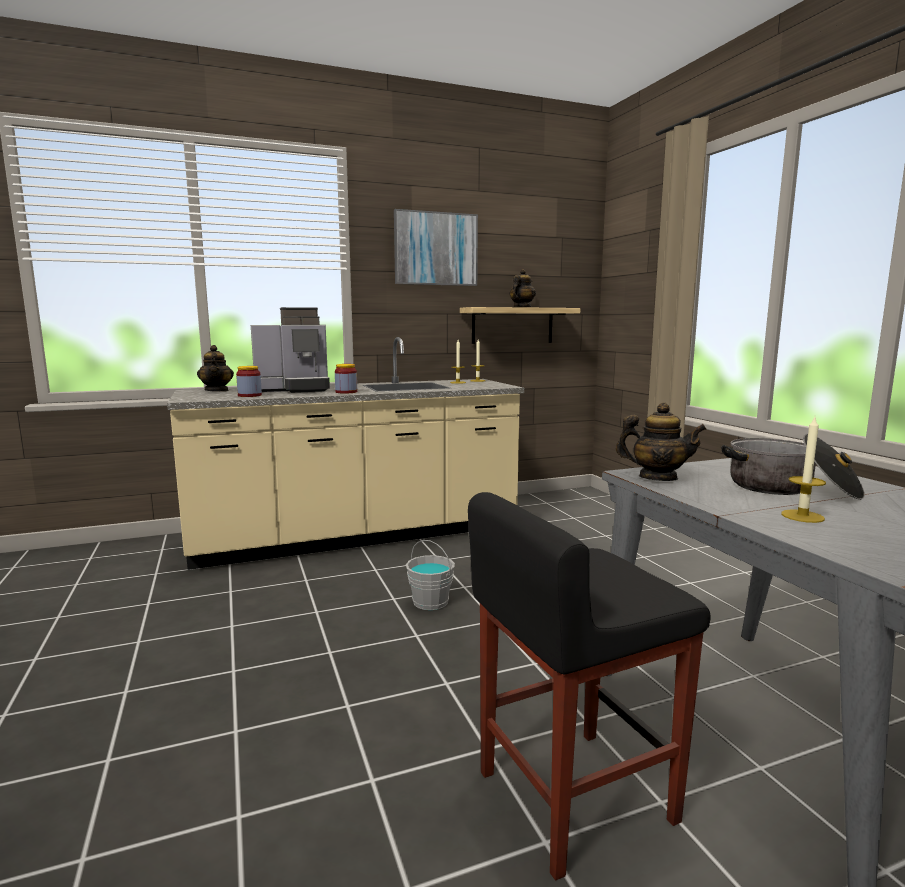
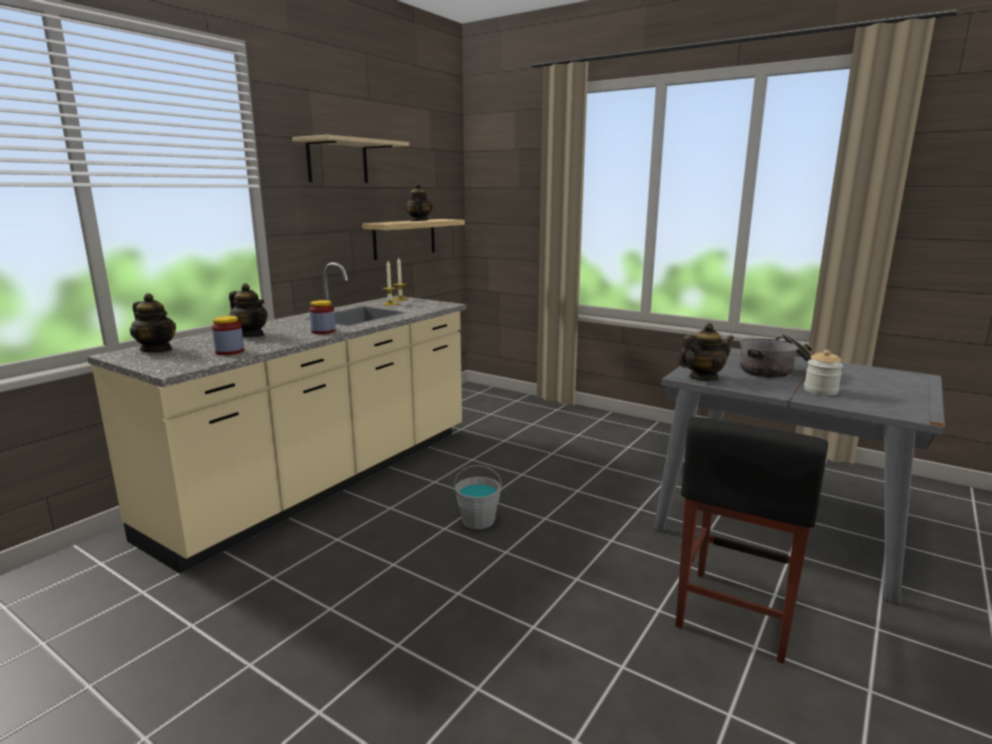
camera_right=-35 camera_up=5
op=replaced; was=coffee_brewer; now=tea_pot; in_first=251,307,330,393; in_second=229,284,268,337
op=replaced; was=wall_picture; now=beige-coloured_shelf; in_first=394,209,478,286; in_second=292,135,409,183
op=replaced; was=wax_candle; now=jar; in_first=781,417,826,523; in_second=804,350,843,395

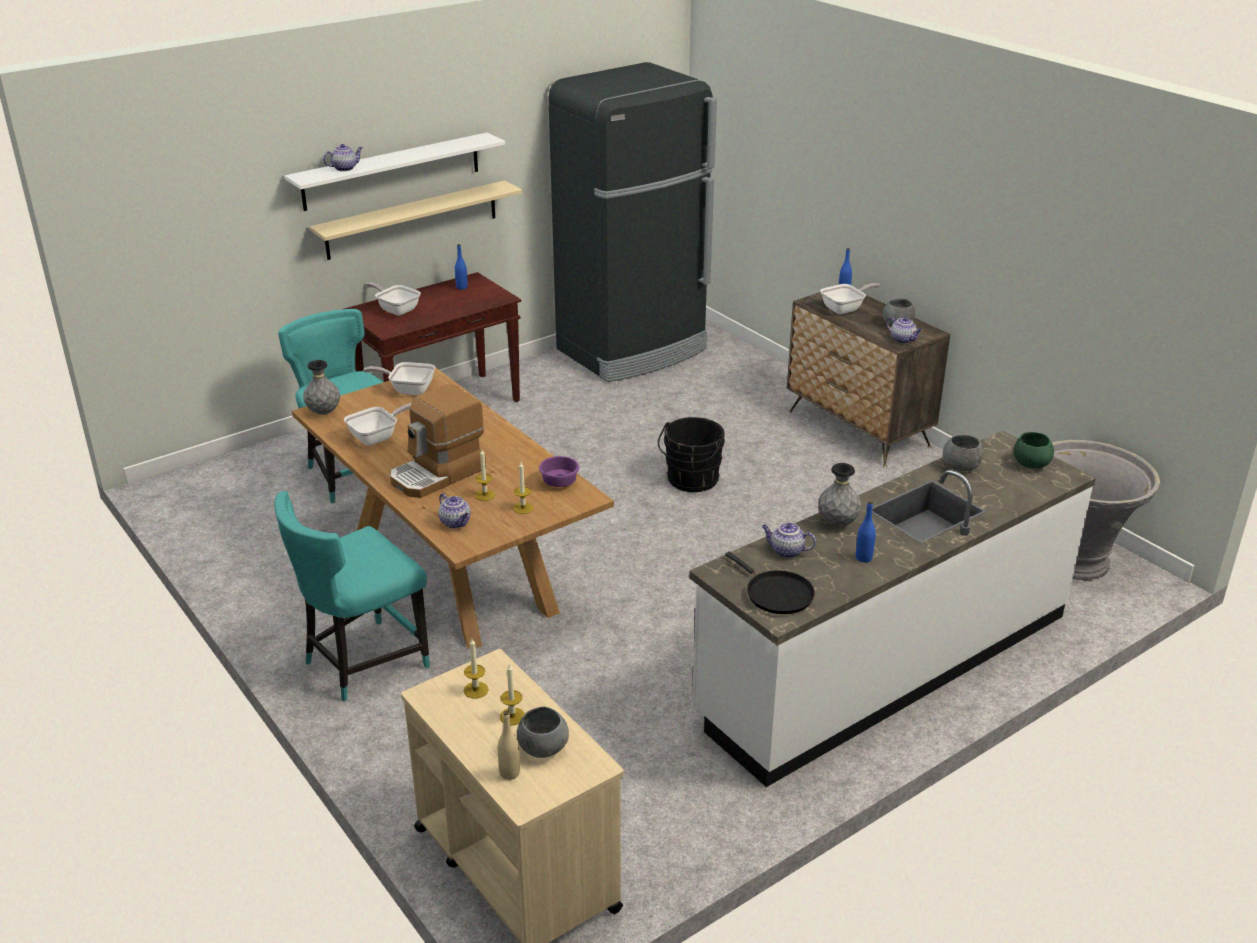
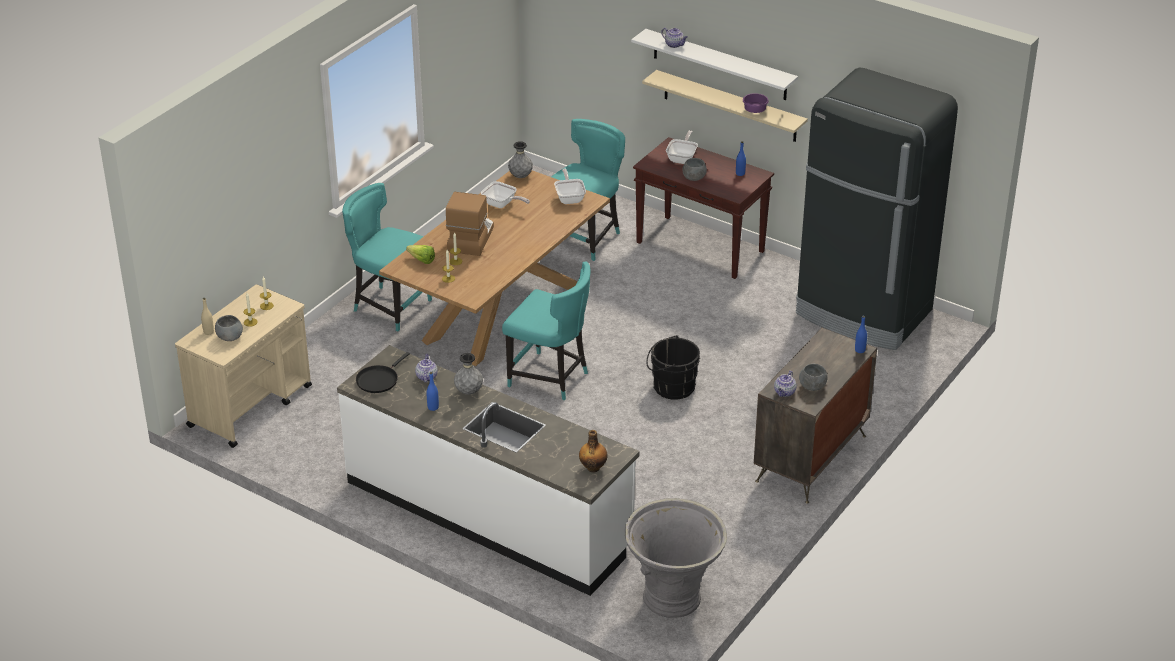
camera_right=70 camera_up=5
op=removed; was=frying_pan; in_first=820,283,881,315
op=added; now=turquoise-coloured_upright_chair; in_second=502,261,591,400
op=moved; was=purplish_serving_bowl; in_first=539,456,579,487; in_second=743,93,769,113
op=moved; was=greyish_serving_bowl; in_first=943,434,983,471; in_second=683,158,707,181
op=replaced; was=tea_pot; now=lettuce_head; in_first=439,493,471,528; in_second=406,245,435,264
op=replaced; was=greenish_serving_bowl; now=bottle; in_first=1013,432,1054,469; in_second=579,430,607,473
op=turned; was=coffee_brewer; in_first=390,384,486,498; in_second=446,192,494,256; clockwise=75

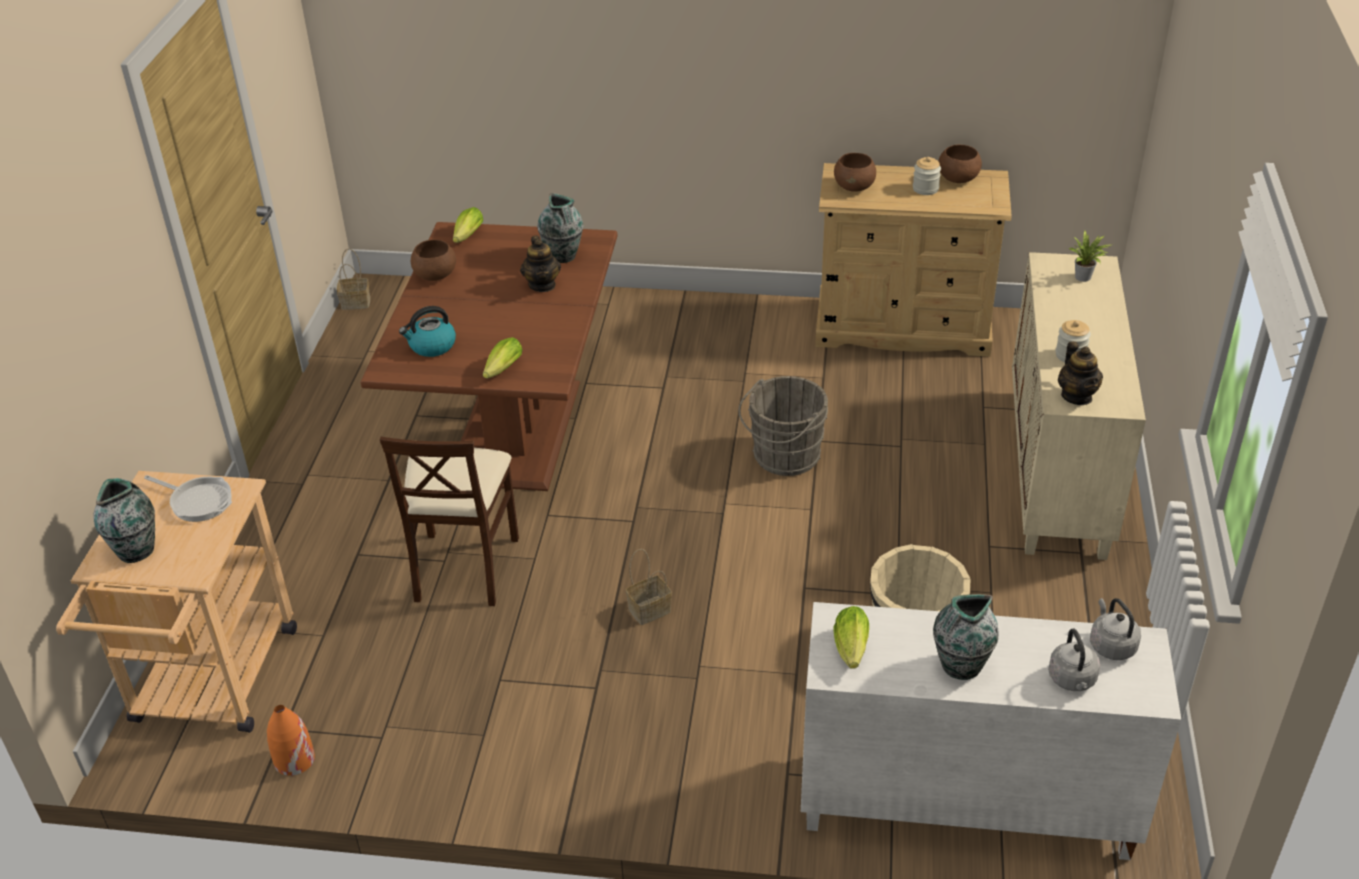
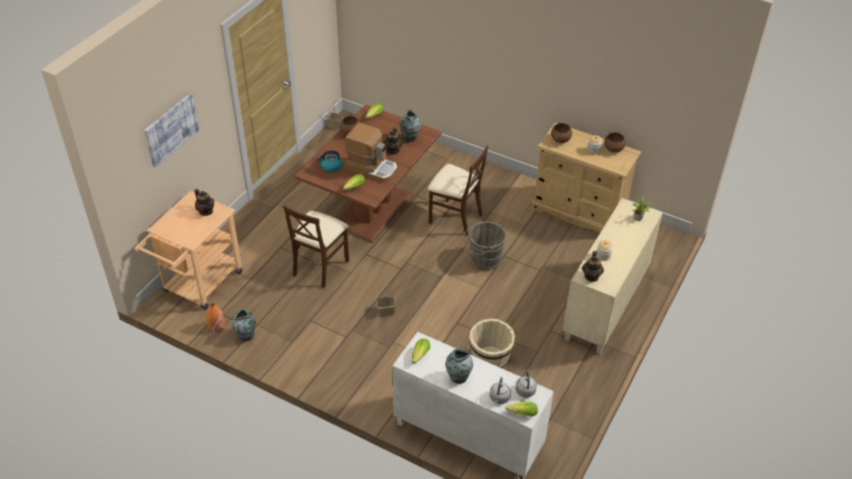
camera_right=20 camera_up=5
op=added; now=wall_picture; in_second=144,93,199,167
op=added; now=coffee_brewer; in_second=345,123,397,182
op=added; now=beige-coloured_upright_chair; in_second=428,146,488,236
op=added; now=lettuce_head; in_second=505,402,538,417
op=moved; was=decorative_vase; in_first=93,478,155,563; in_second=232,308,256,342
op=replaced; was=frying_pan; now=tea_pot; in_first=144,475,232,522; in_second=195,189,214,216

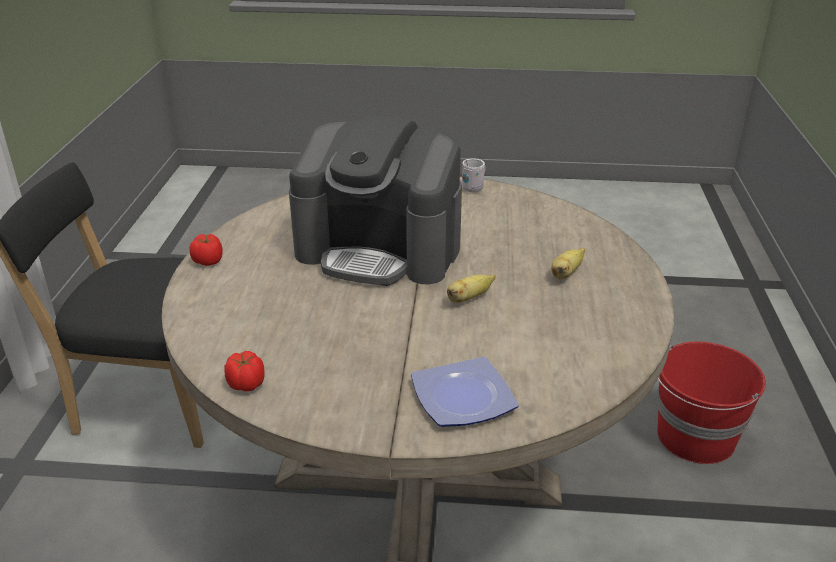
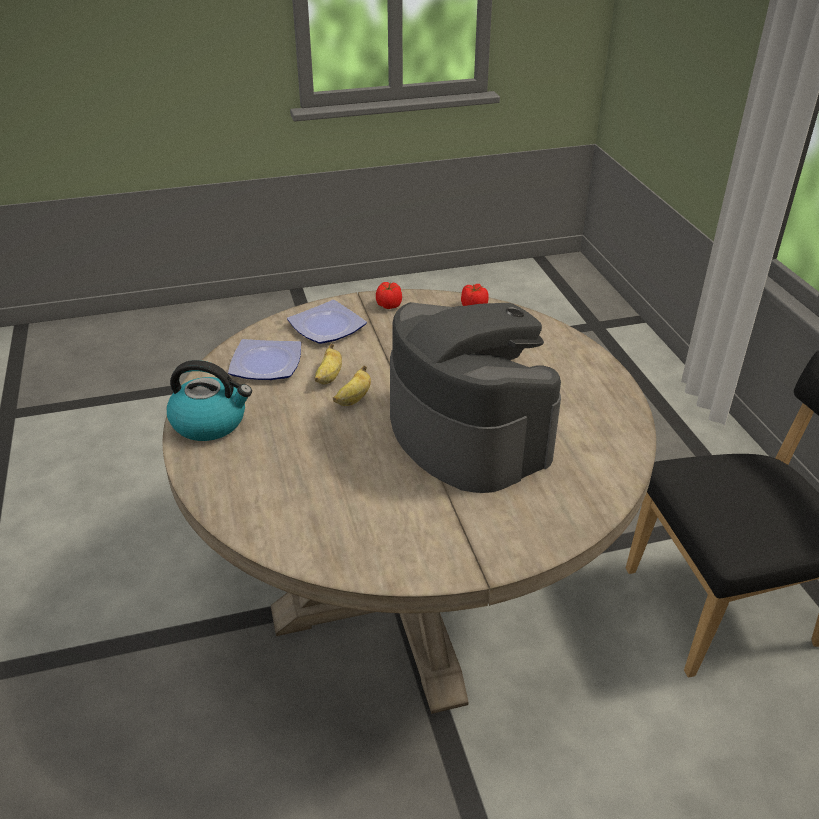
camera_right=160 camera_up=5
op=removed; was=whitish_mug; in_first=462,158,486,192
op=removed; was=red-coloured_water_bucket; in_first=657,342,766,464
op=added; now=water_kettle; in_second=166,360,252,441
op=added; now=dinner_plate; in_second=228,339,301,380
op=moved; was=tomato; in_first=190,234,223,266; in_second=376,282,402,309
op=moved; was=banana; in_first=551,248,585,279; in_second=314,344,342,384
op=turned; was=coffee_brewer; in_first=289,115,462,286; in_second=390,302,561,493; clockwise=60

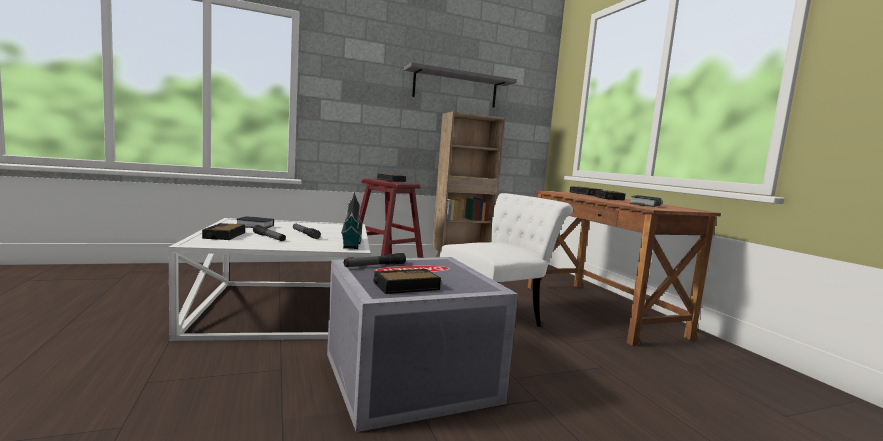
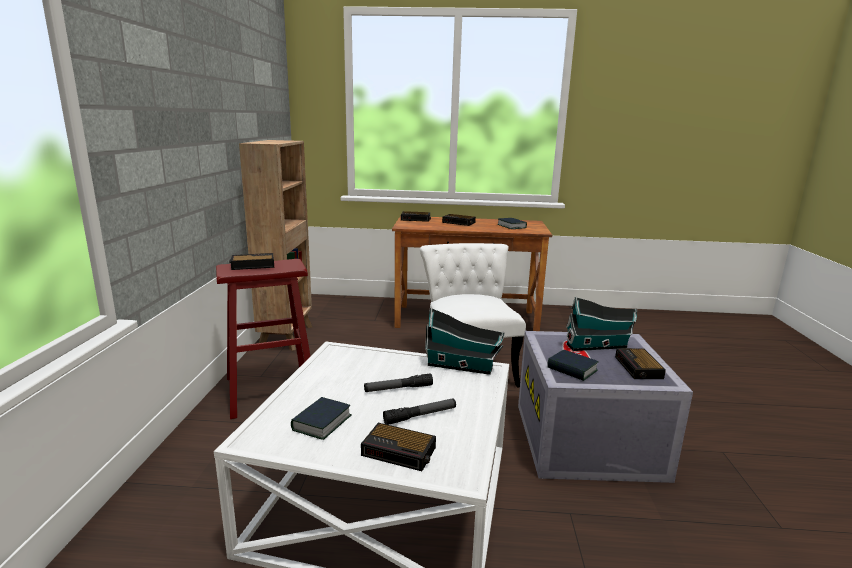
camera_right=-65 camera_up=10
op=removed; was=greyish_shelf; in_first=404,62,517,107
op=added; now=miniature_house; in_second=565,297,637,351
op=replaced; was=flashlight; now=bound_book; in_first=344,253,406,267; in_second=547,350,599,381

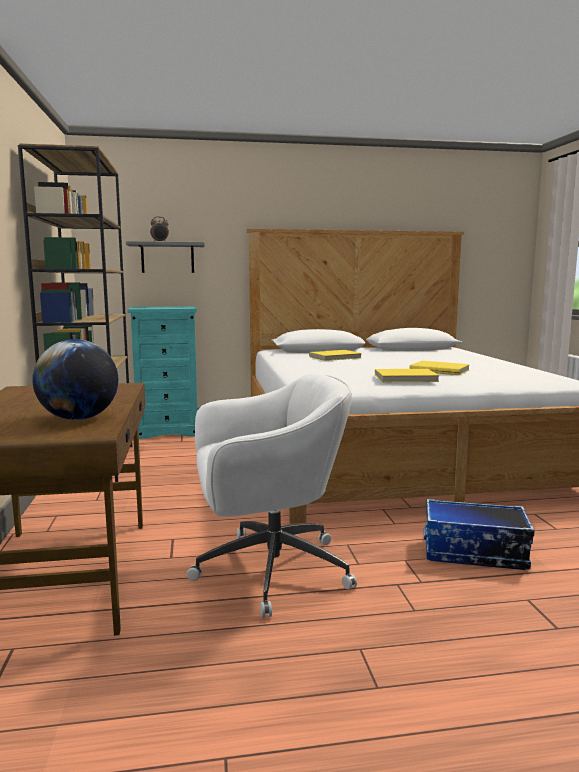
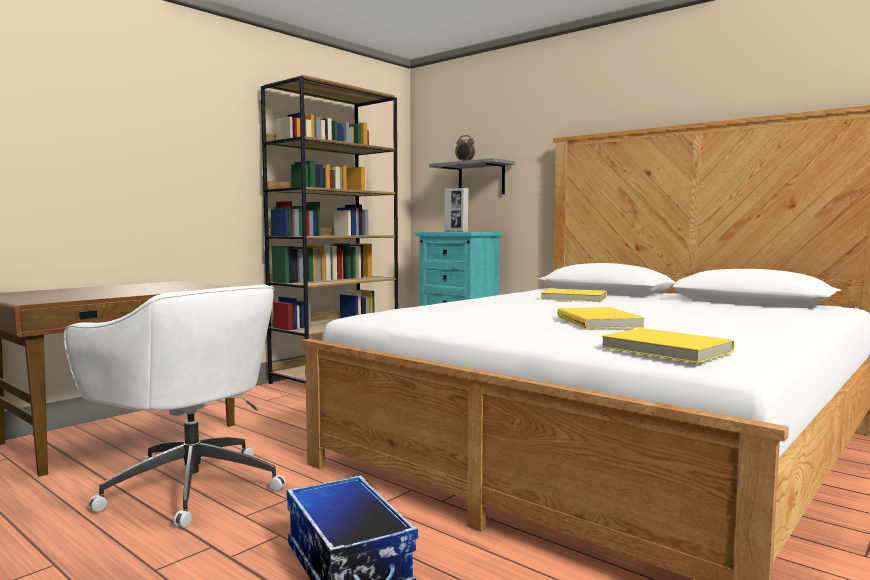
camera_right=50 camera_up=-5
op=removed; was=globe; in_first=32,339,118,420
op=added; now=standing_frame; in_second=445,188,469,232
op=moved; was=yellow-coloured_bound_book; in_first=375,369,439,382; in_second=602,328,735,363

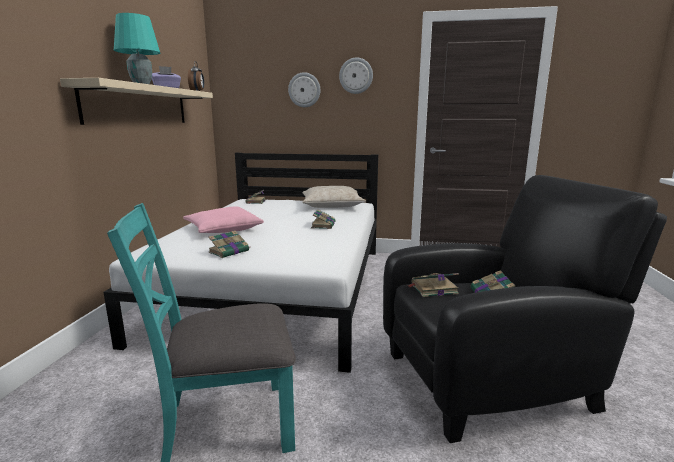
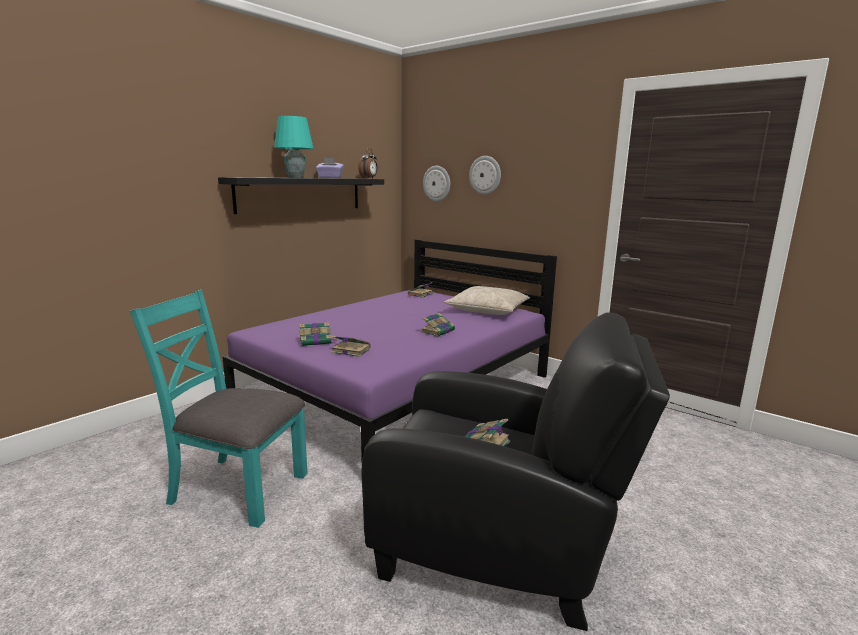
camera_right=30 camera_up=0
op=removed; was=pink_cushion; in_first=183,206,264,233
op=moved; was=hanging_clock; in_first=339,57,373,94; in_second=423,166,450,202
op=moved; was=bound_book; in_first=407,273,459,297; in_second=331,336,371,357
op=recoloured; was=beige-coloured_shelf; now=black-coloured_shelf; in_first=60,78,213,125; in_second=218,177,384,214
op=recoloured; was=whitish_sleeping_bed; now=purplish_sleeping_bed; in_first=103,153,378,373; in_second=222,239,557,459

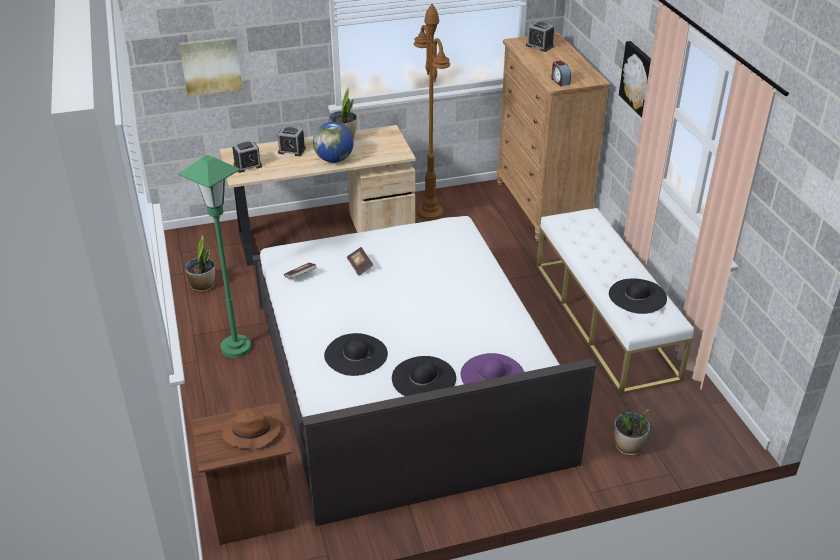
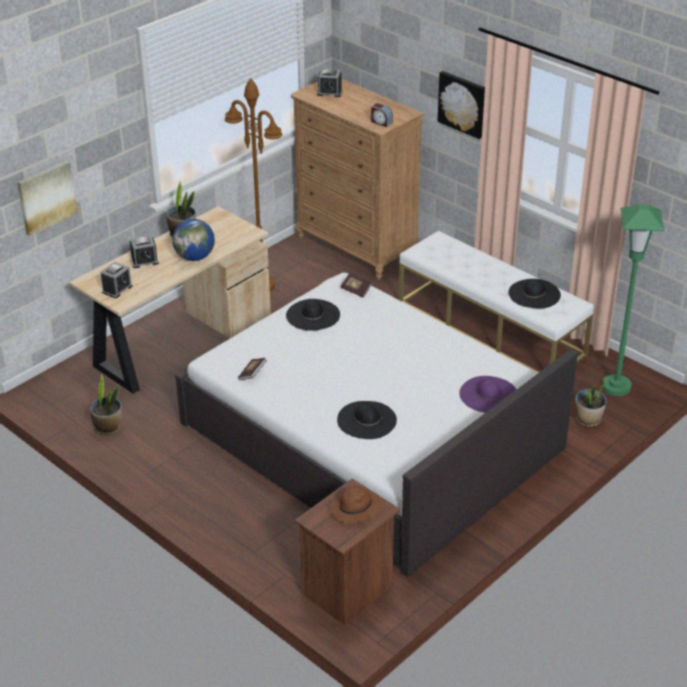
camera_right=-30 camera_up=0
op=moved; was=greenish_standing_lamp; in_first=178,155,251,358; in_second=602,204,664,396
op=moved; was=bound_book; in_first=347,247,373,276; in_second=341,273,372,298
op=moved; was=black-coloured_hat; in_first=392,356,456,396; in_second=286,299,340,331

